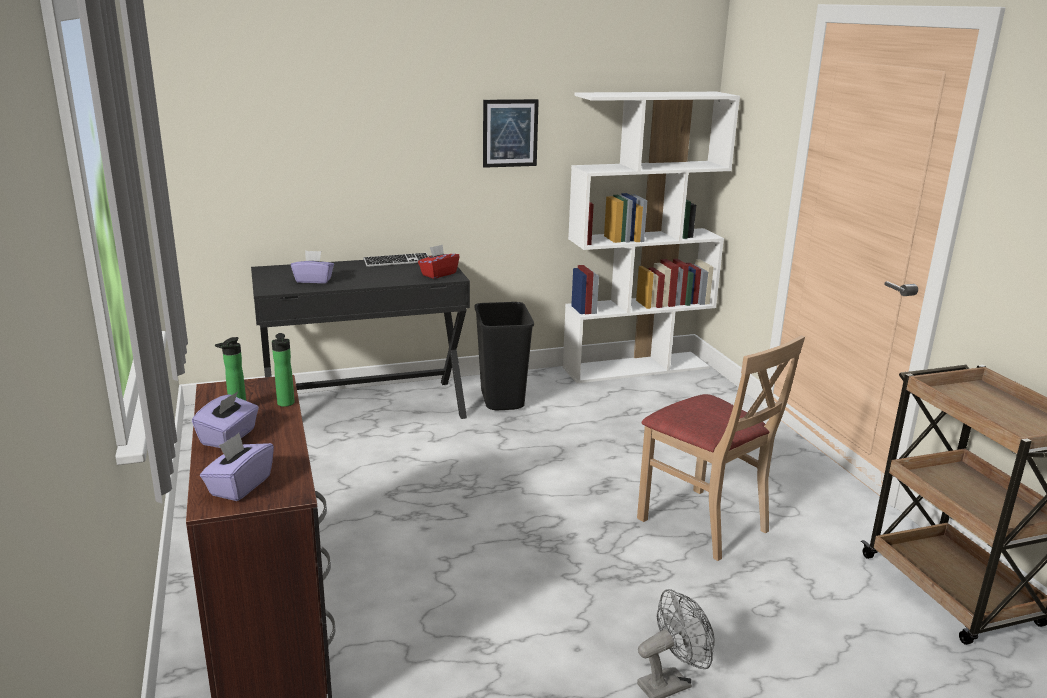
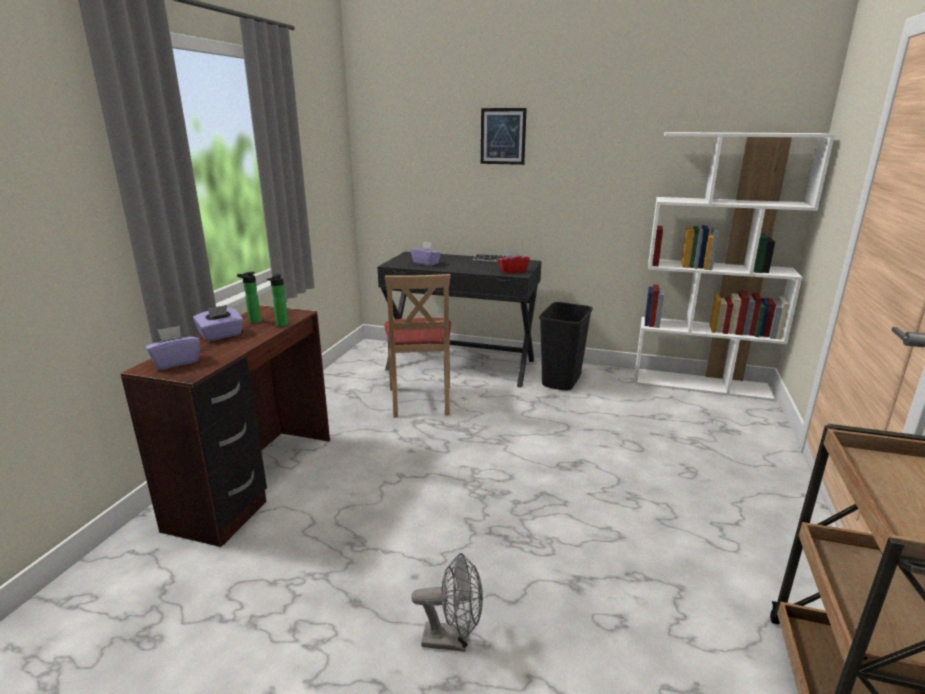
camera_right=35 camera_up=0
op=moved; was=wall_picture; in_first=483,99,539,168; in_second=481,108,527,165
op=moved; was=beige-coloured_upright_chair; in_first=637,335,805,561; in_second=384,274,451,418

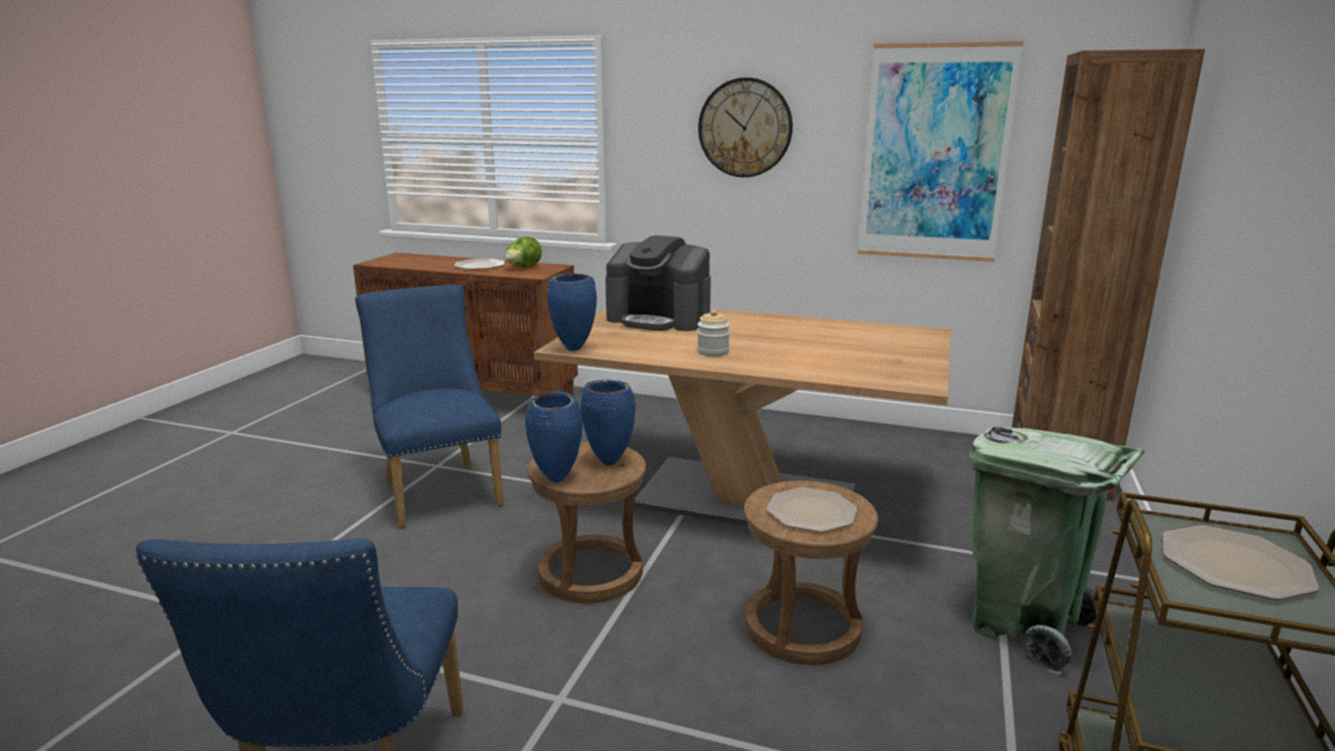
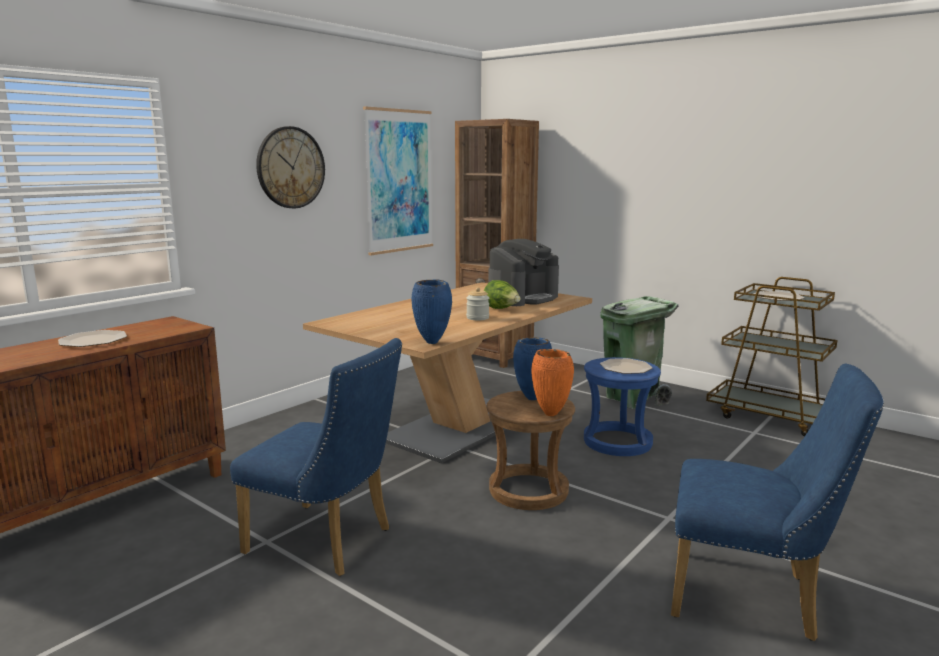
camera_right=-70 camera_up=-5
op=moved; was=lettuce_head; in_first=505,237,542,268; in_second=484,280,521,309
op=moved; was=coffee_brewer; in_first=605,235,711,331; in_second=489,239,559,306
op=recoloured; was=bluish_decorative_vase; now=orange-coloured_decorative_vase; in_first=525,392,583,483; in_second=531,349,574,416
op=recoloured; was=brown-coloured_stool_seat; now=bluish_stool_seat; in_first=744,481,878,665; in_second=584,357,661,456
op=turned; was=bluish_upright_chair; in_first=355,285,504,528; in_second=230,338,402,576; clockwise=-150

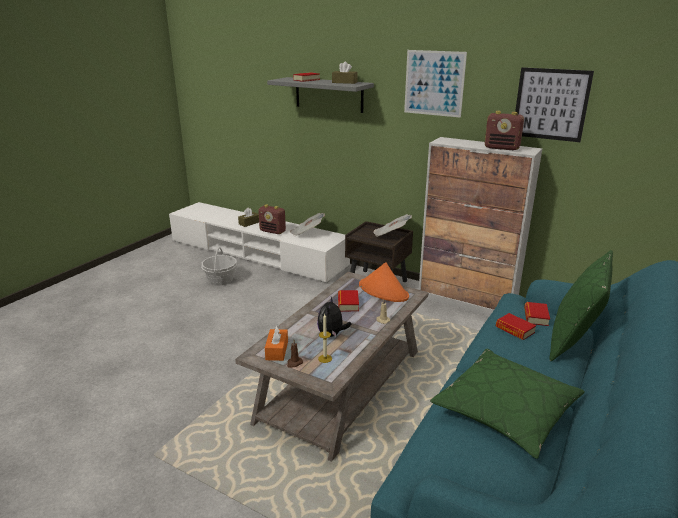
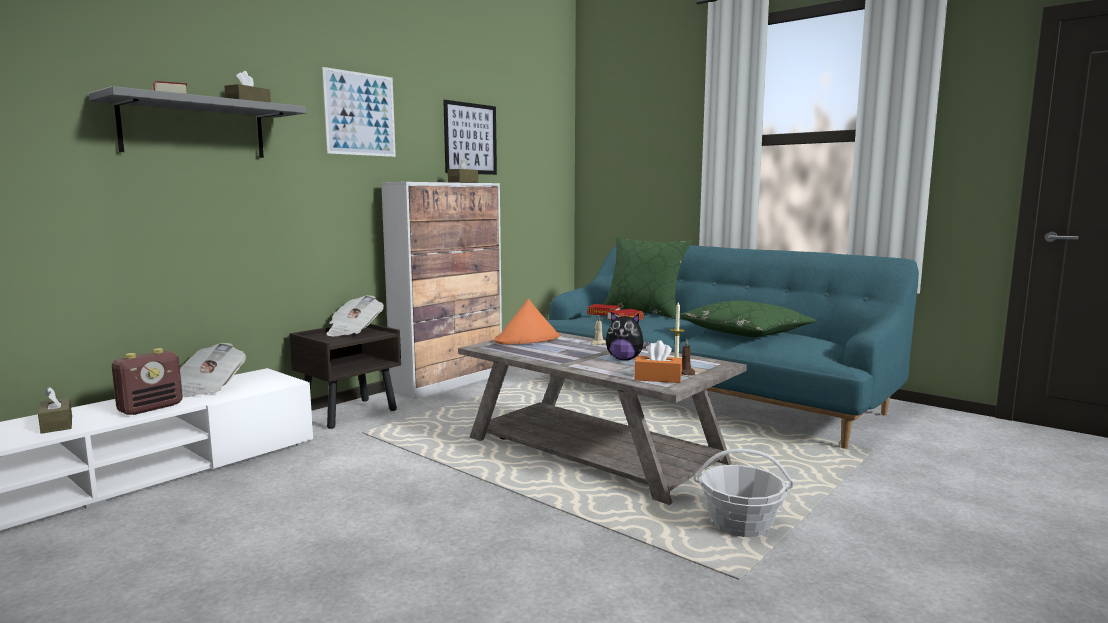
camera_right=-80 camera_up=-15
op=removed; was=bound_book; in_first=338,290,359,311
op=moved; was=basket; in_first=201,247,237,285; in_second=694,449,794,537
op=replaced; was=radio; now=brown-coloured_tissue_holder; in_first=485,111,524,150; in_second=448,157,478,183

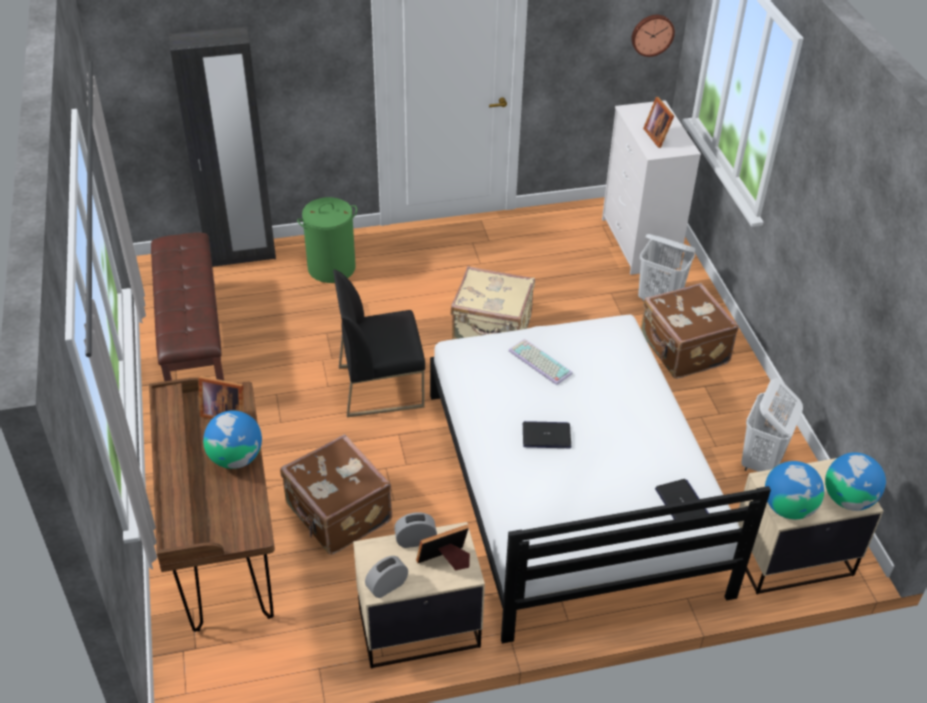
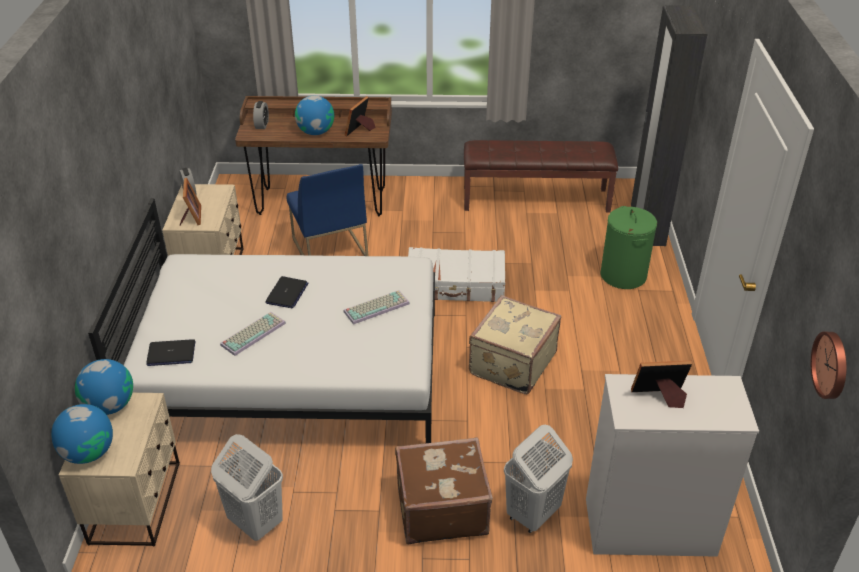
camera_right=105 camera_up=-5
op=added; now=computer_keyboard; in_second=220,312,286,356
op=moved; was=table_clock; in_first=394,512,437,548; in_second=253,101,269,129
op=replaced; was=brown-coloured_suitcase; now=bluish_upright_chair; in_first=280,434,392,555; in_second=287,164,369,256
op=replaced; was=black-coloured_upright_chair; now=whitish_suitcase; in_first=333,269,425,417; in_second=408,247,505,302

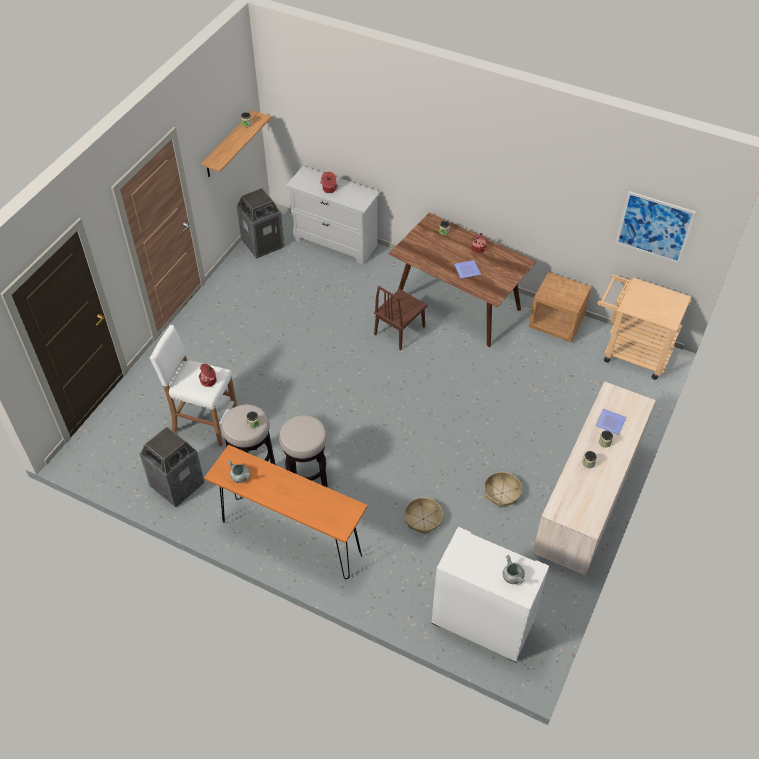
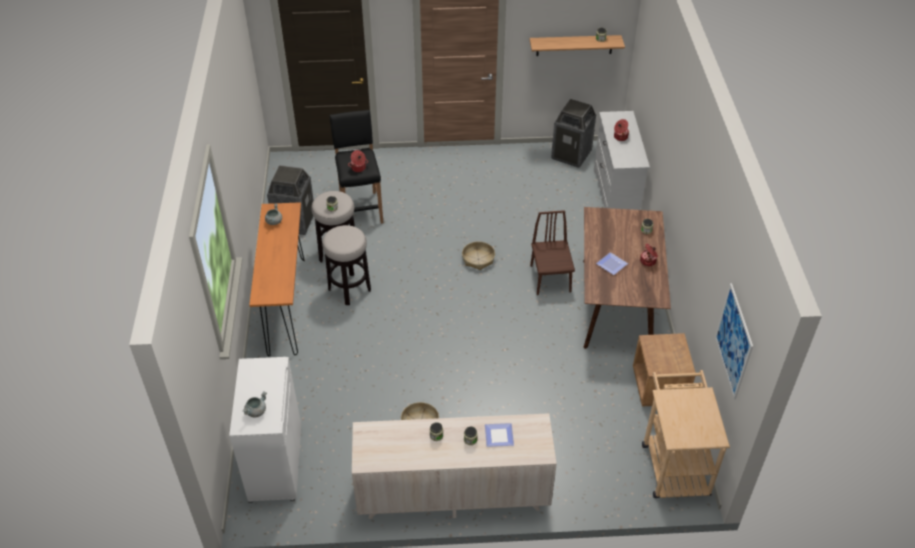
camera_right=60 camera_up=-5
op=moved; was=basket; in_first=404,498,443,534; in_second=462,242,495,270
op=recoloured; was=whitish_stool_seat; now=black-coloured_stool_seat; in_first=149,325,237,447; in_second=330,110,383,224
op=turned; was=brown-coloured_upright_chair; in_first=374,286,427,350; in_second=530,210,575,295; clockwise=75

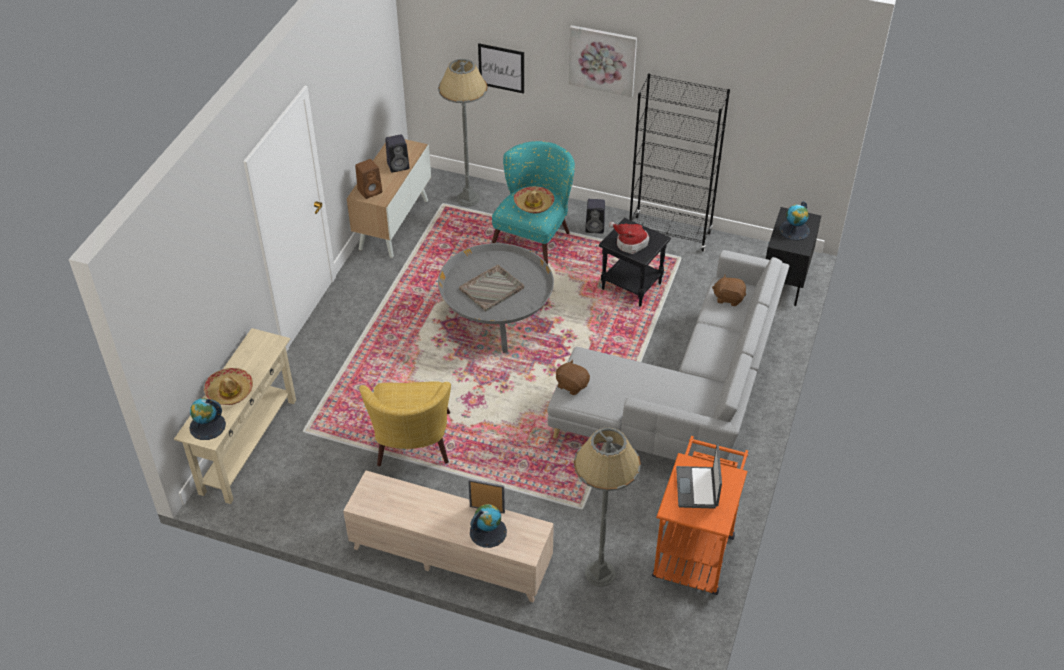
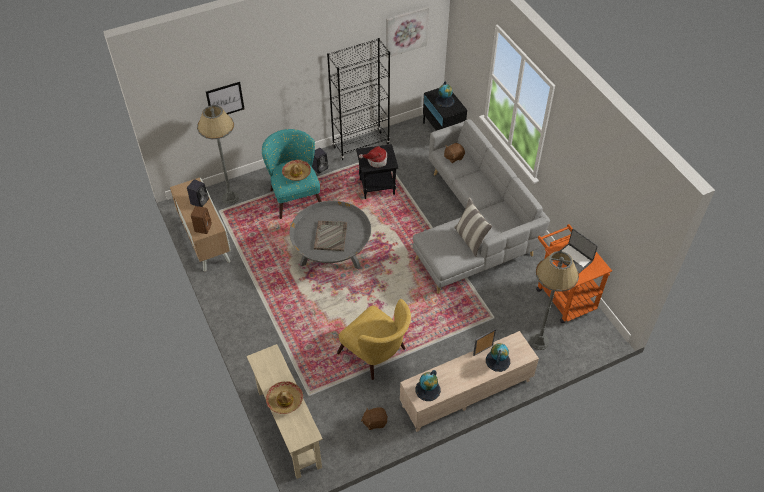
camera_right=-45 camera_up=5
op=added; now=cushion; in_second=454,198,492,257
op=moved; was=globe; in_first=189,398,226,440; in_second=415,370,441,401
op=moved; was=brown-coloured_soft_toy; in_first=556,359,590,395; in_second=361,407,388,430
op=moved; was=wall_picture; in_first=569,25,637,97; in_second=386,6,429,58

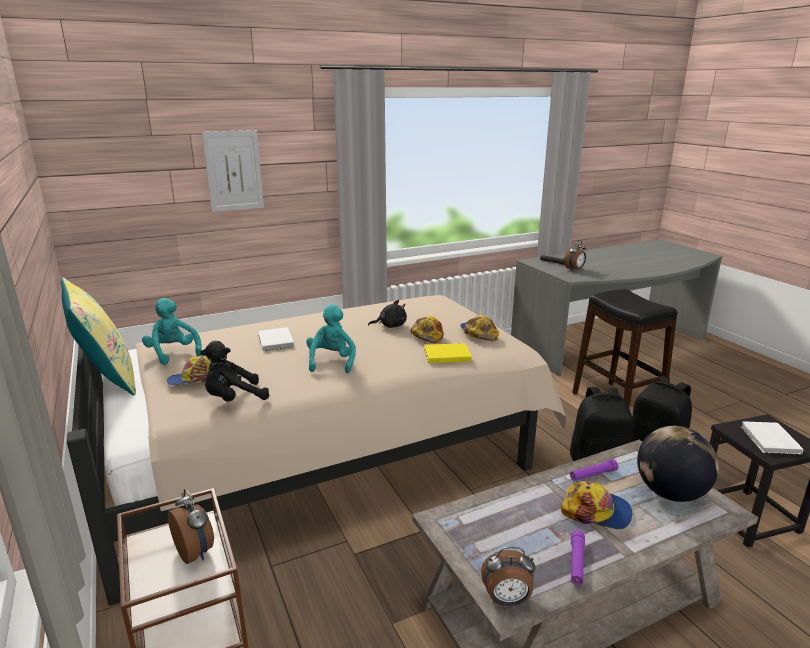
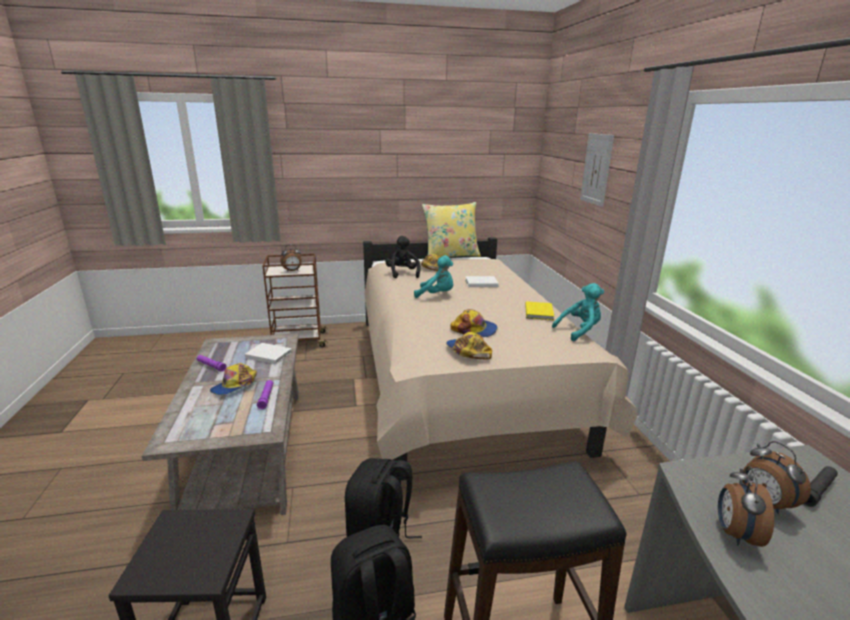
camera_right=105 camera_up=0
op=removed; was=black-coloured_soft_toy; in_first=368,300,407,328
op=removed; was=globe; in_first=637,426,719,502
op=moved; was=turquoise-coloured_soft_toy; in_first=142,298,202,365; in_second=552,283,604,341
op=moved; was=yellow-coloured_bound_book; in_first=424,343,472,363; in_second=525,301,554,320
op=moved; was=table_clock; in_first=481,547,536,606; in_second=718,466,774,547
op=moved; was=whitish_bound_book; in_first=741,421,803,454; in_second=245,343,292,364
op=turned; was=peaked_cap; in_first=460,315,499,341; in_second=446,332,492,360; clockwise=-120

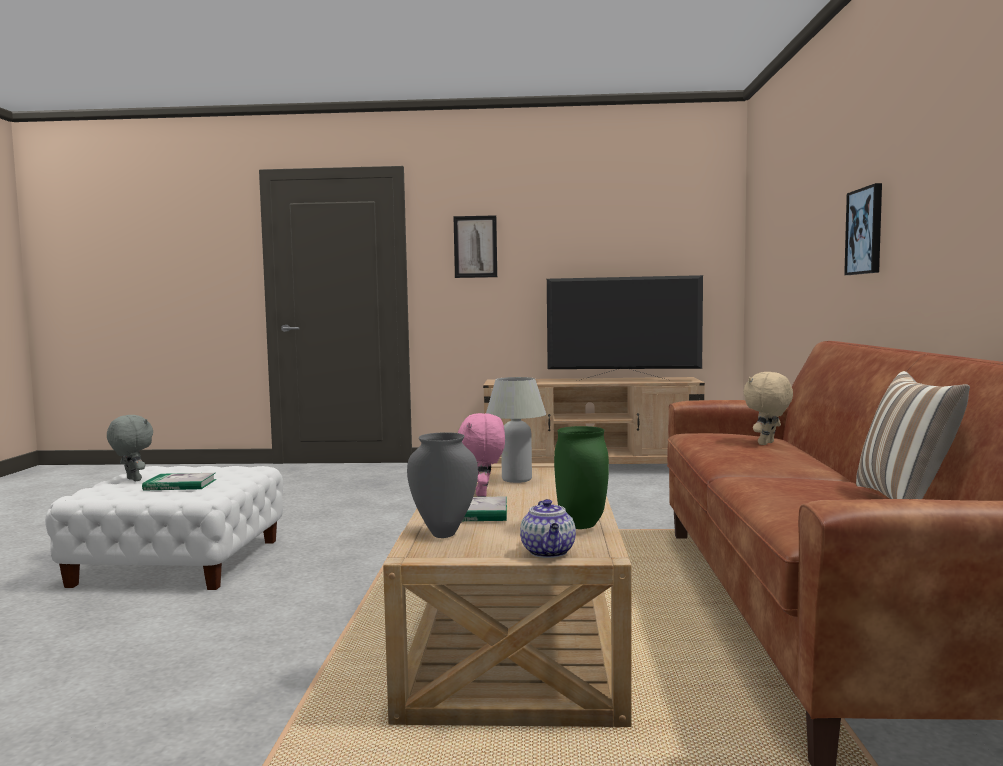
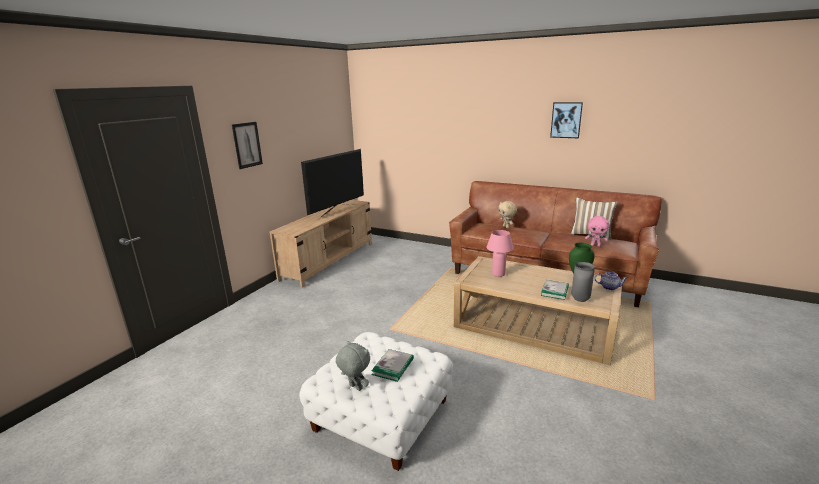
camera_right=-65 camera_up=15
op=moved; was=pink_soft_toy; in_first=458,413,505,497; in_second=585,216,609,247
op=moved; was=wall_picture; in_first=844,183,882,275; in_second=550,102,583,138
op=recoloured; was=whitish_lamp_for_a_table; now=pink_lamp_for_a_table; in_first=486,377,546,483; in_second=486,230,514,277
op=turned; was=greyish_soft_toy; in_first=107,415,153,481; in_second=336,341,370,391; clockwise=60

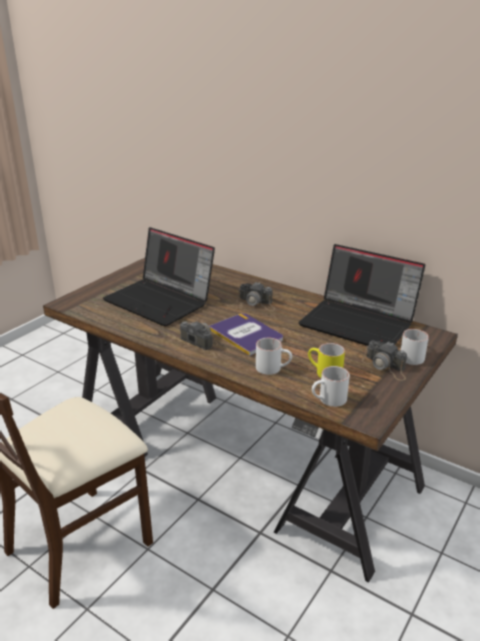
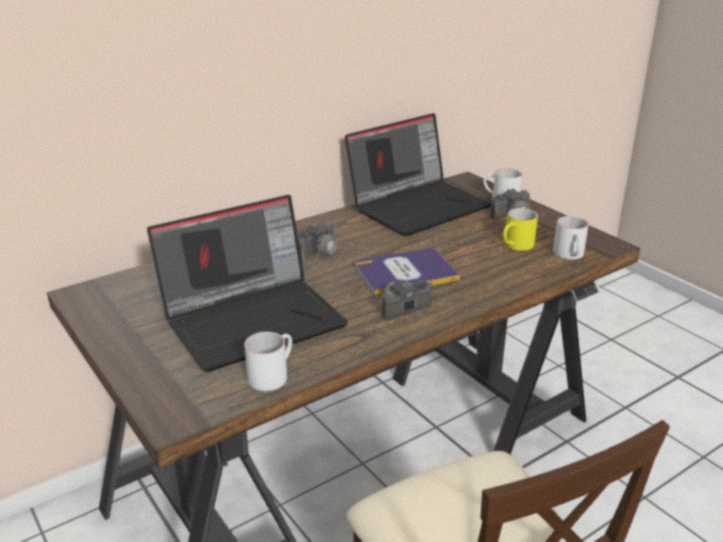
camera_right=-70 camera_up=0
op=moved; was=whitish_mug; in_first=256,338,292,375; in_second=244,332,292,391

